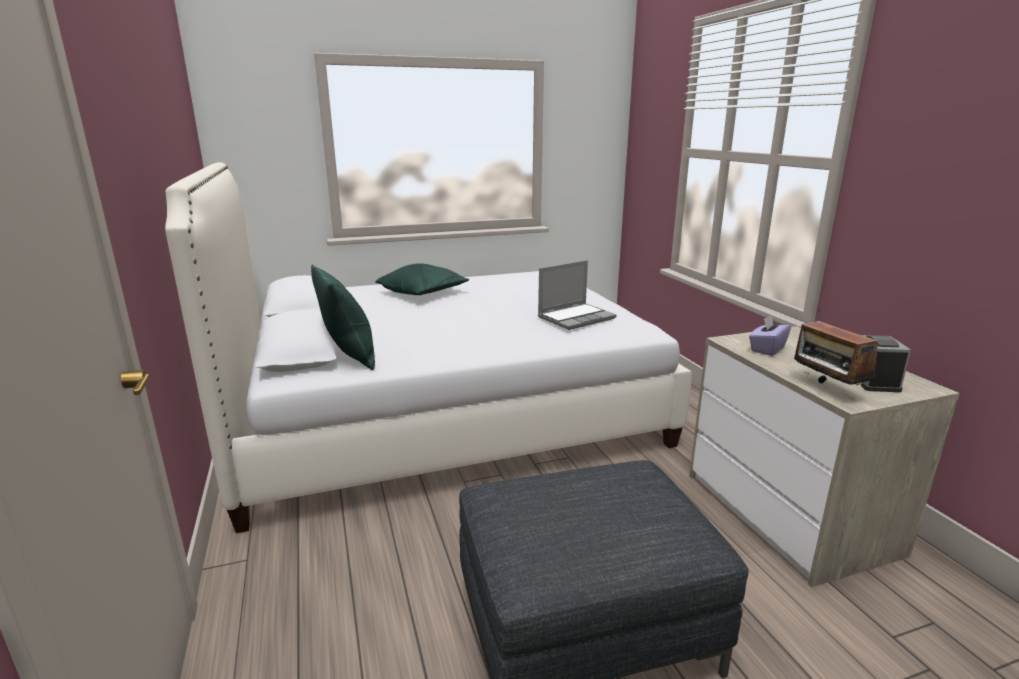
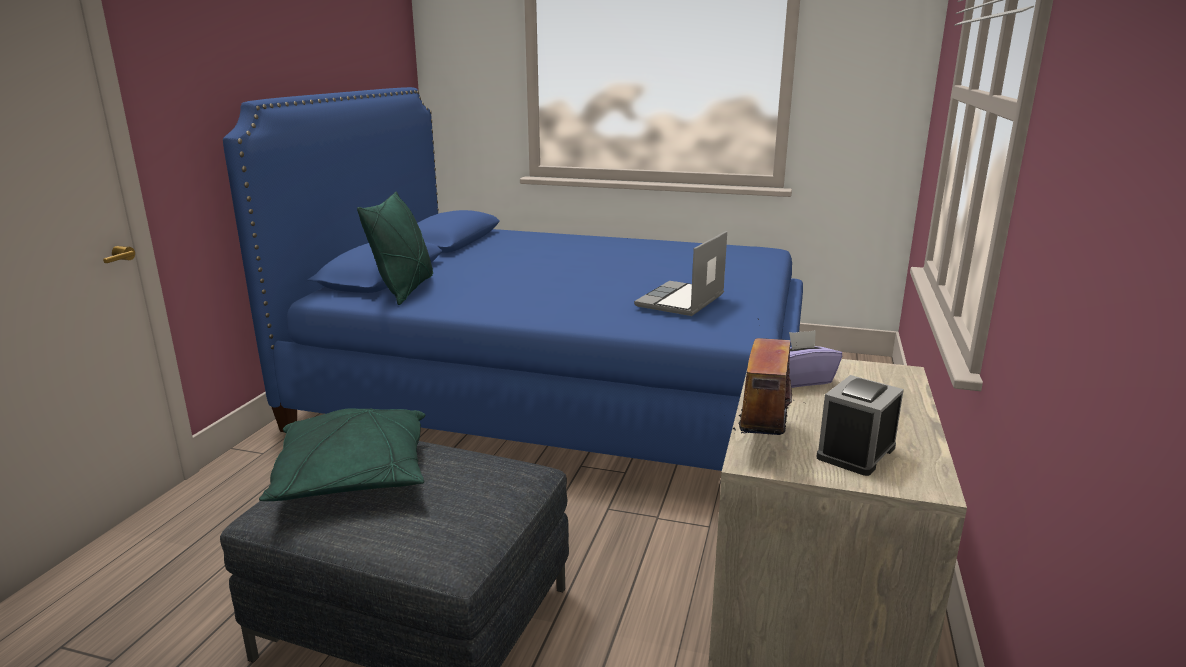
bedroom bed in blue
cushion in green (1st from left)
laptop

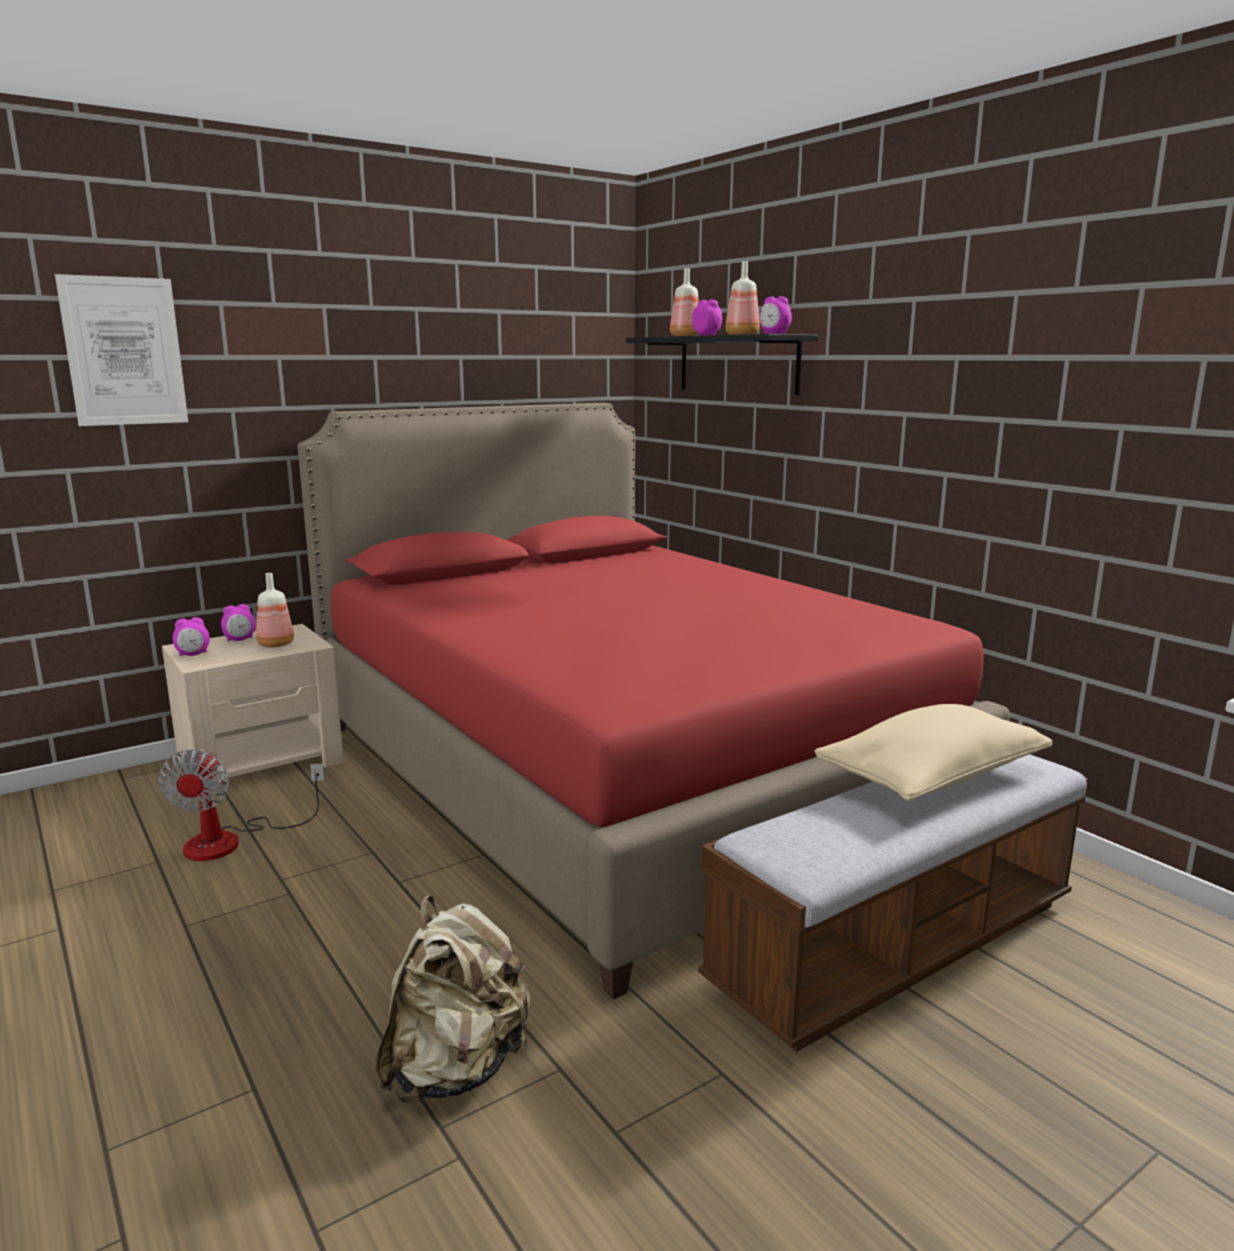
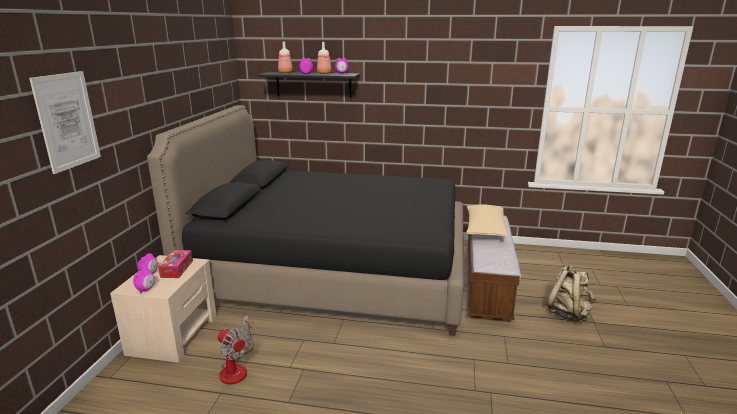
bedroom bed in black-coloured
box of tissues
backpack in sand-coloured

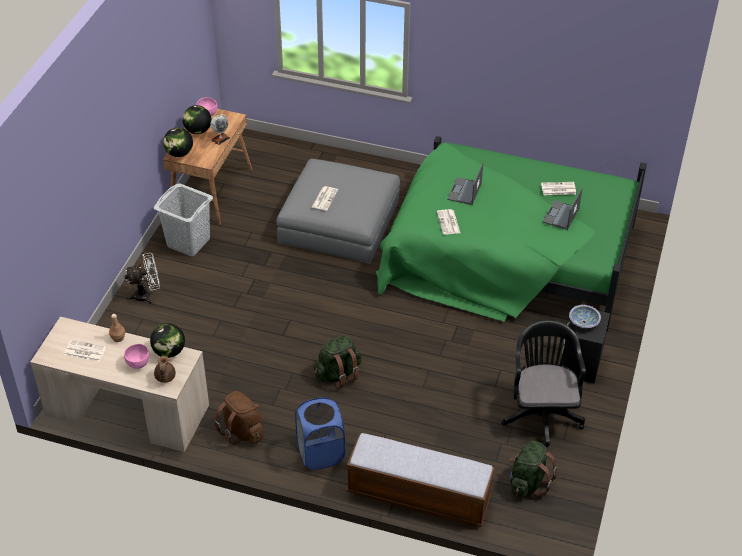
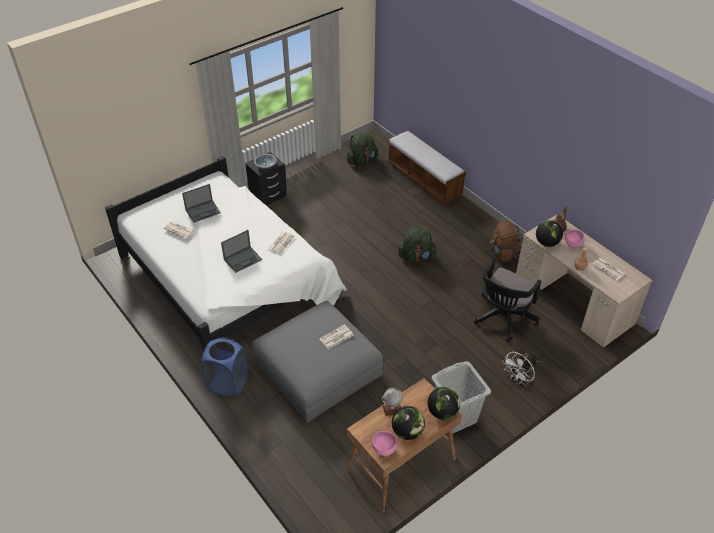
bedroom bed in white
hamper in blue
office chair in black-coloured
electric fan in white

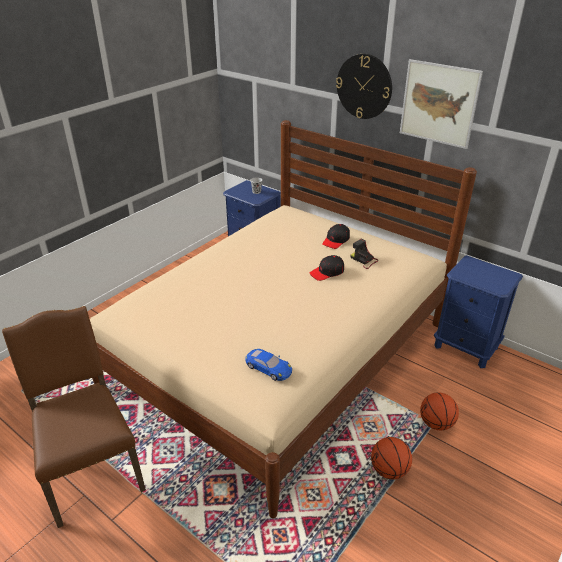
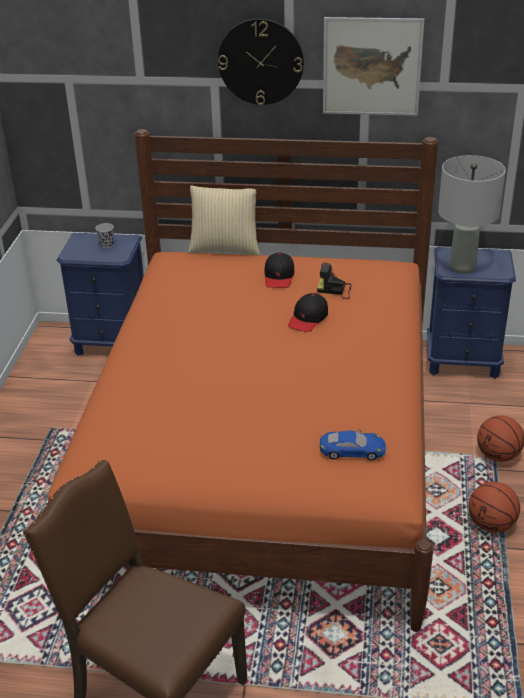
bedroom bed in orange
cushion
lamp for a table in grey

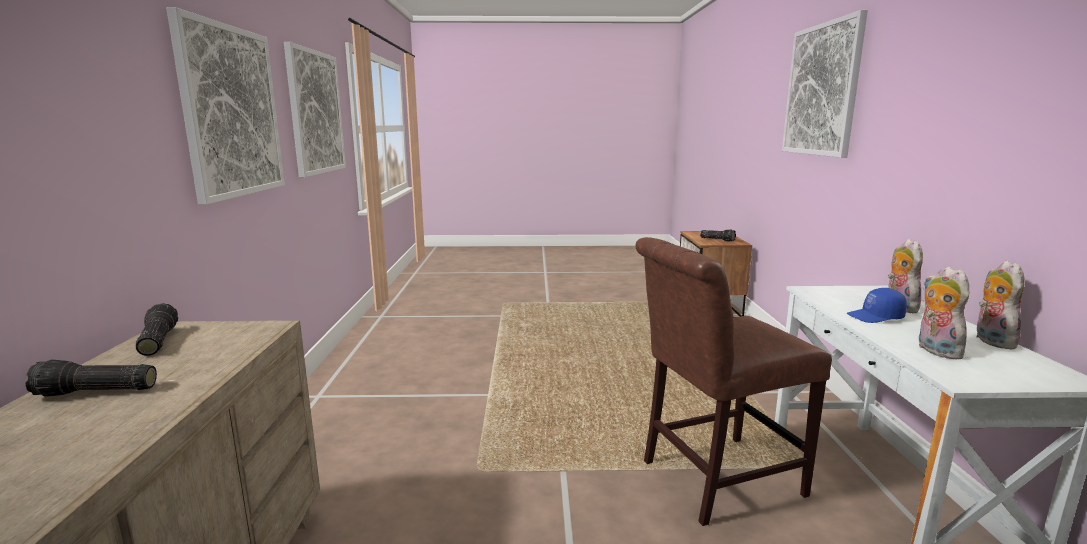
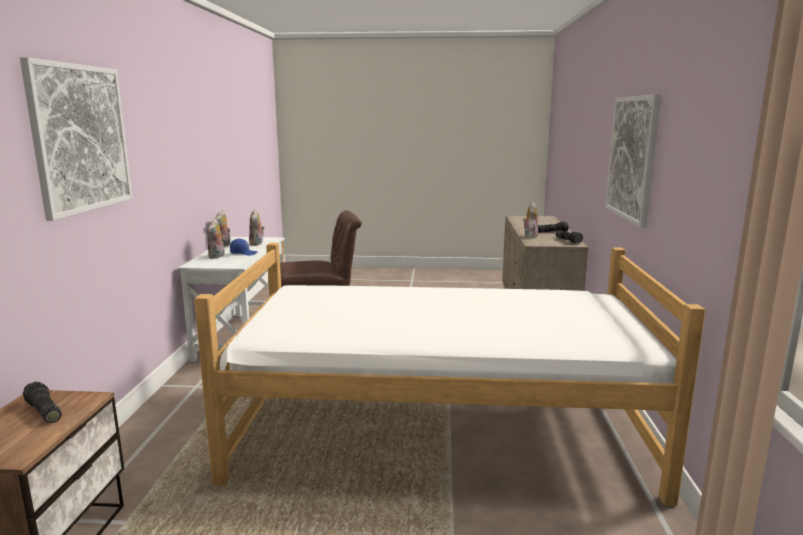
bedroom bed
cuddly toy (4th from left)
wall art (2nd from left in the first image)

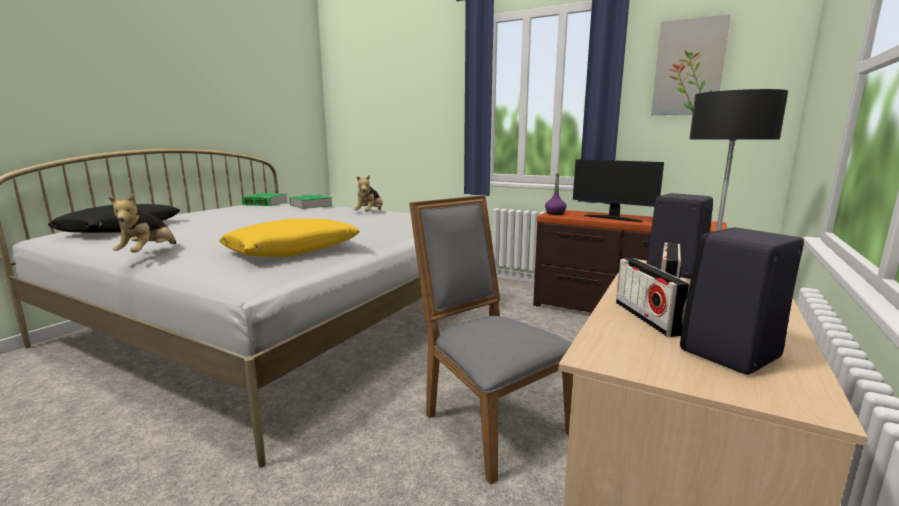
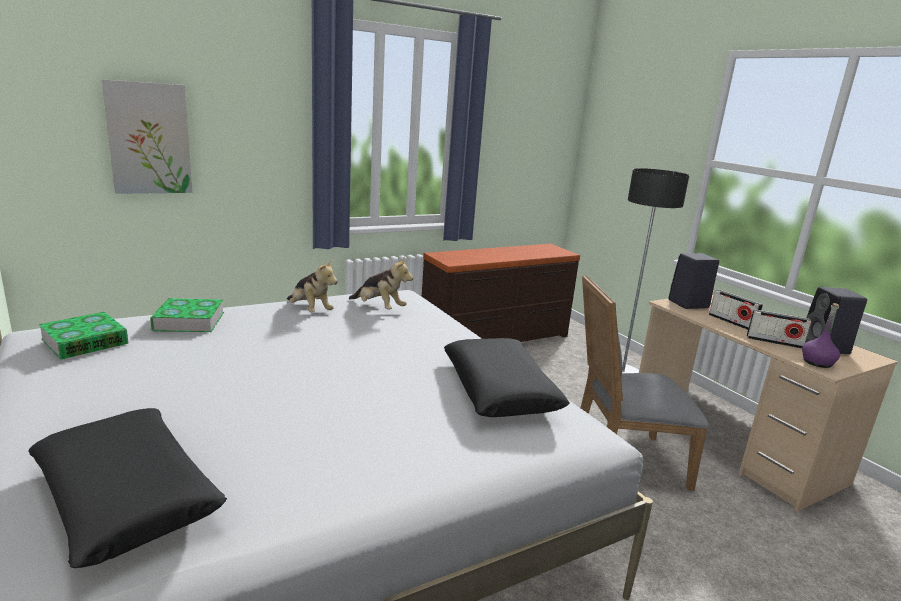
wall art
cuddly toy (2nd from left)
cushion in black-coloured (2nd from left)
drink bottle in purple-coloured
monitor

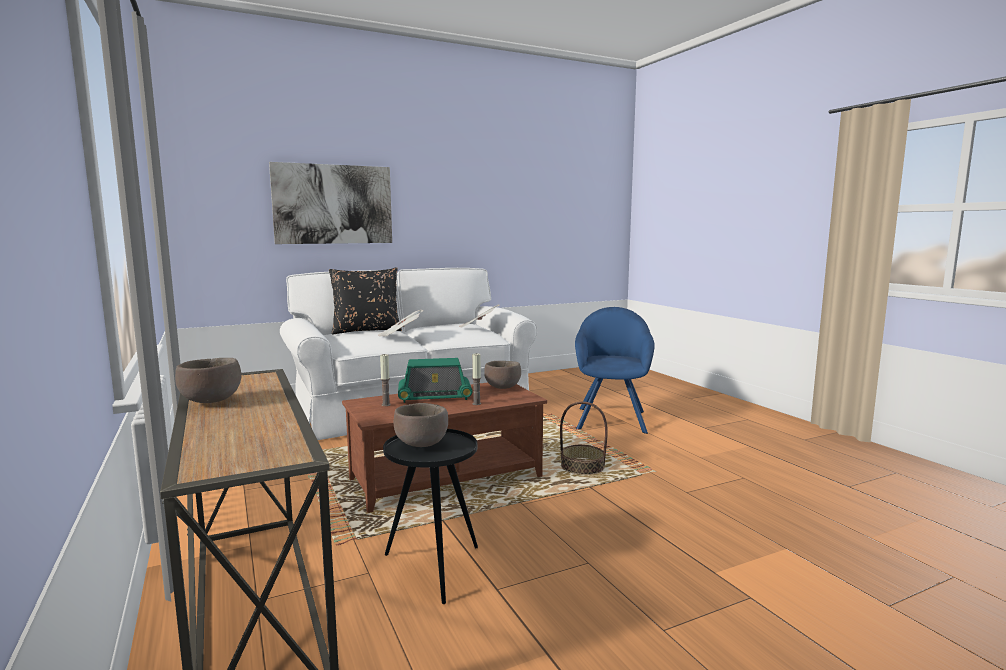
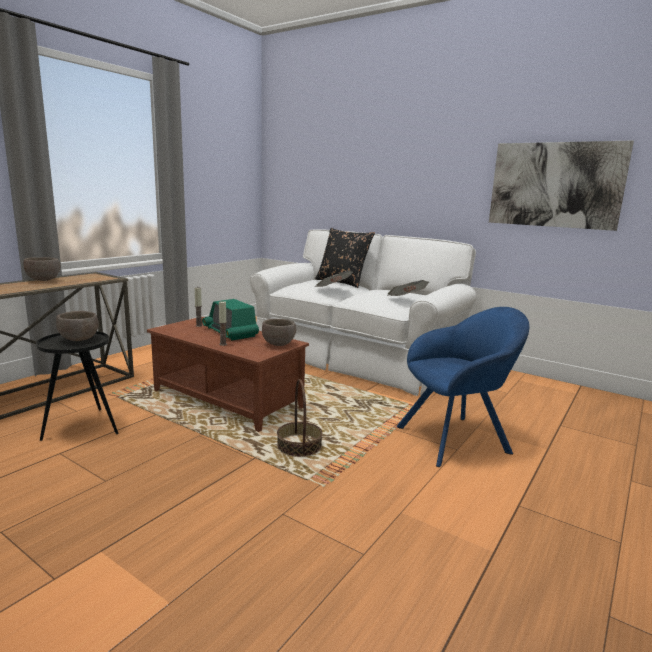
wall art

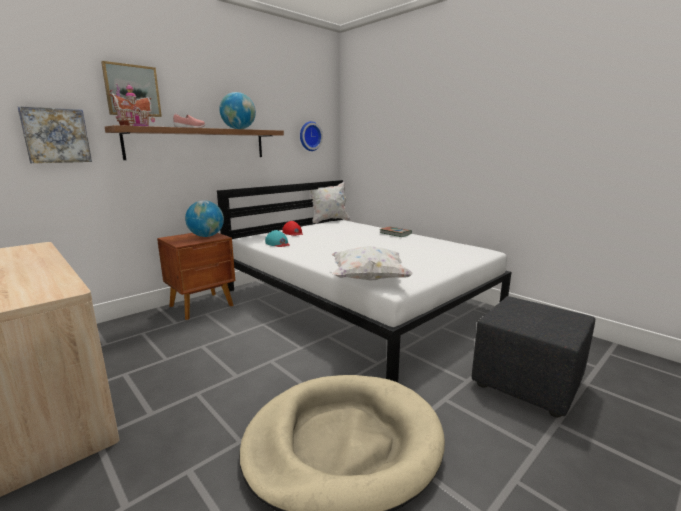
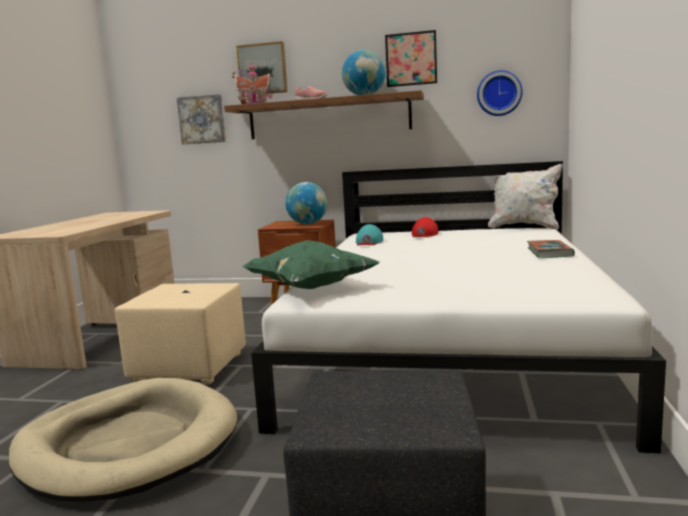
ottoman in sand-coloured
cushion in green
wall art (3rd from left)

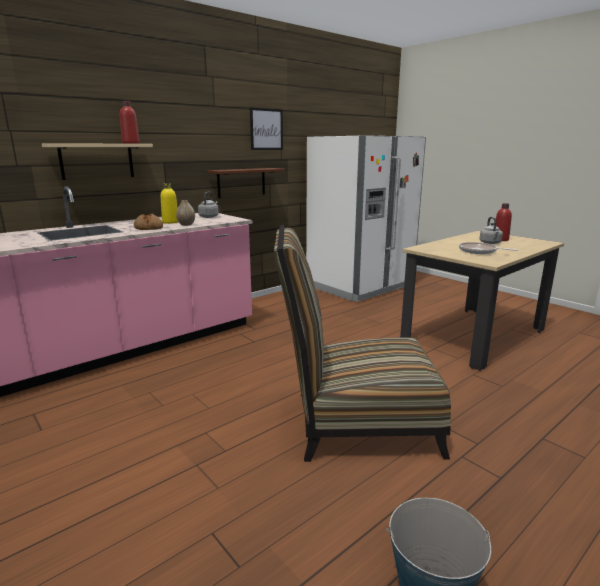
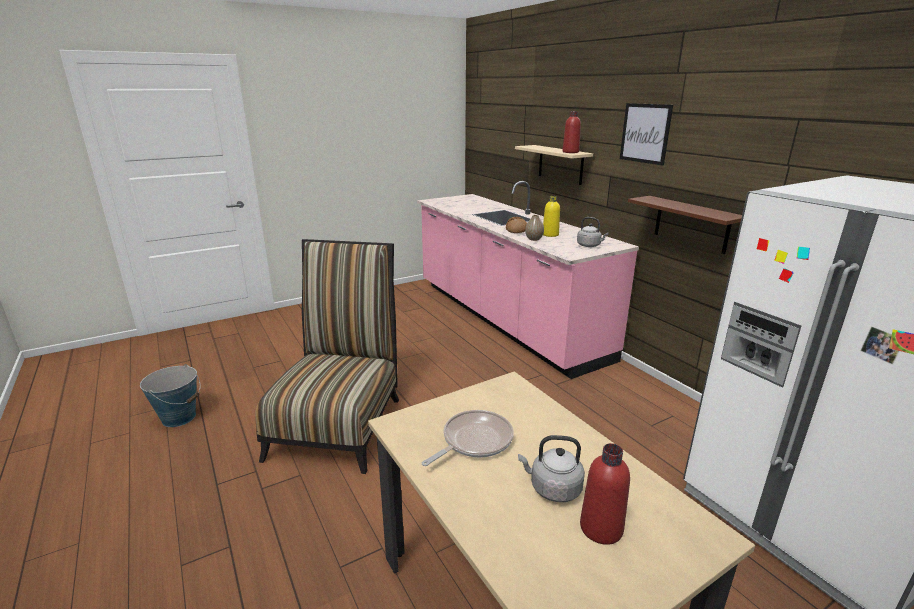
wall art

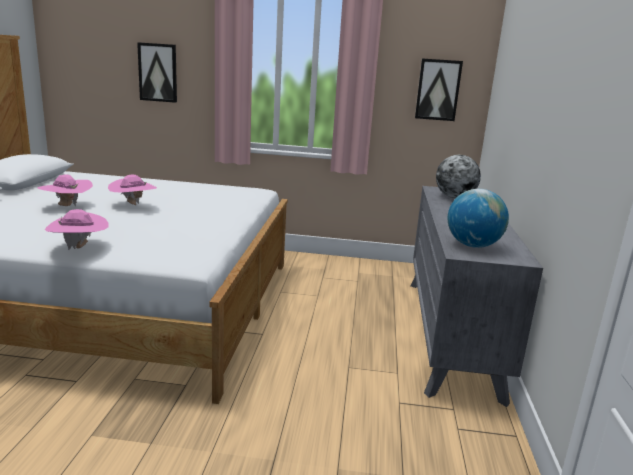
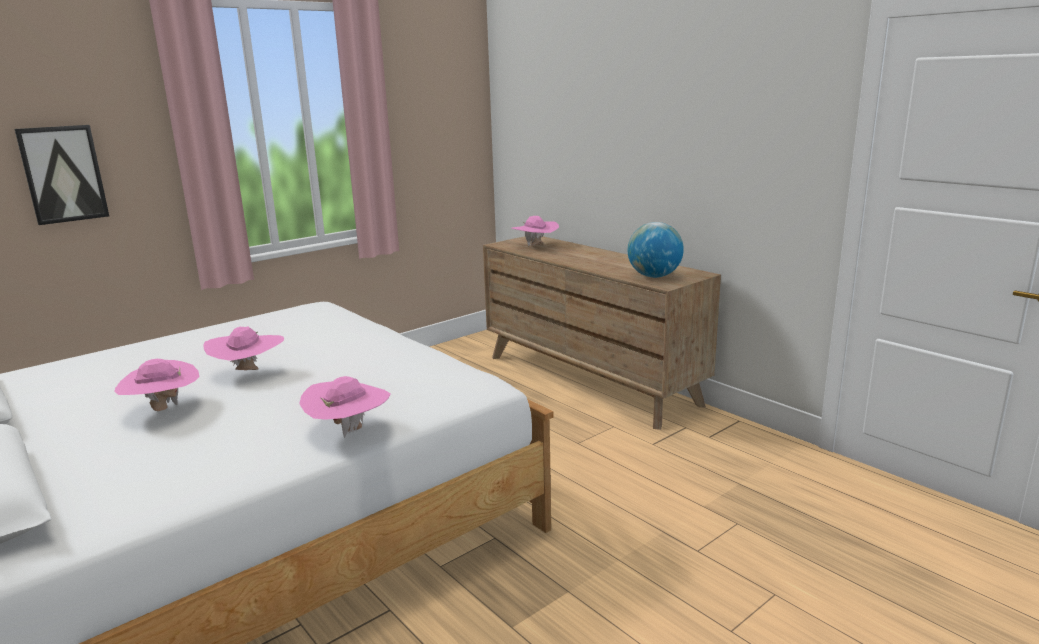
chest of drawers in brown
hat in pinkish (4th from left)
wall art (2nd from left in the first image)

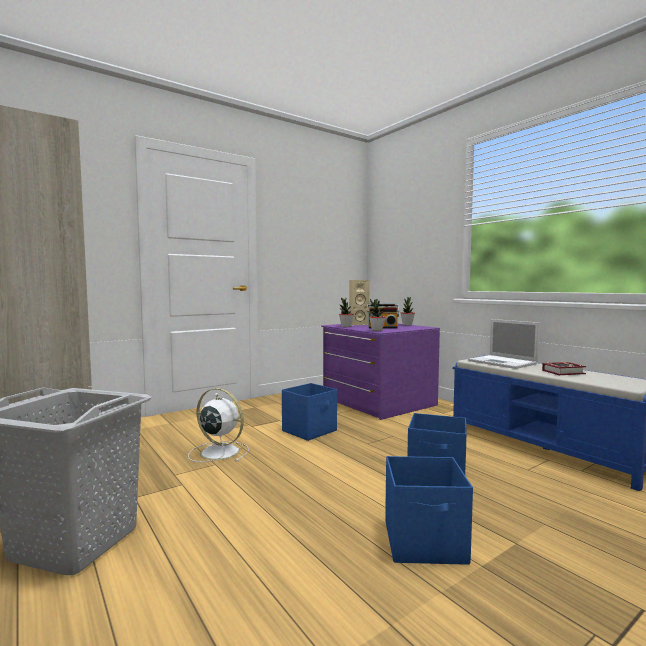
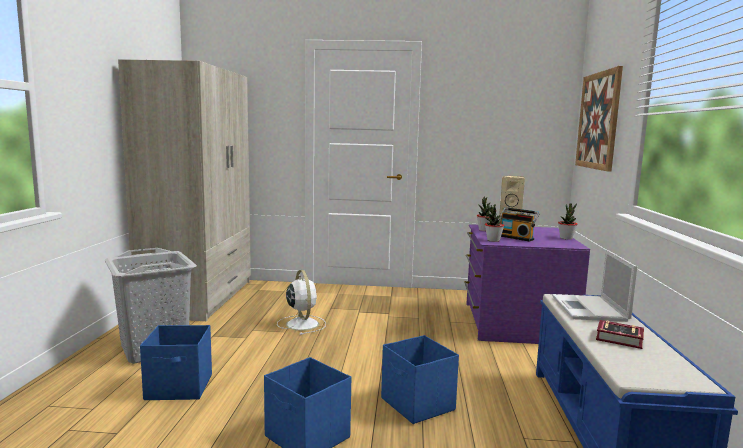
storage bin in blue (1st from left)
wall art

